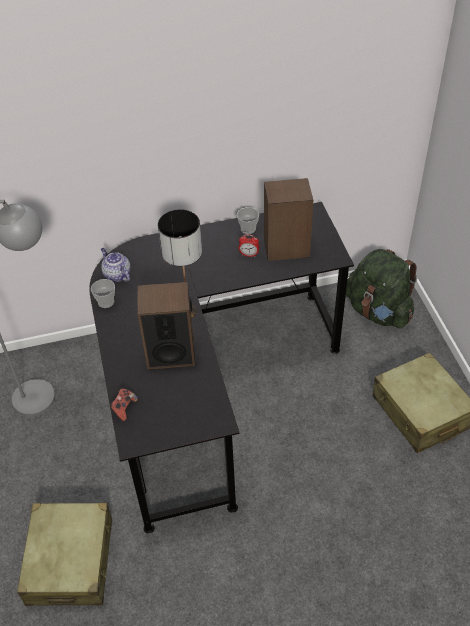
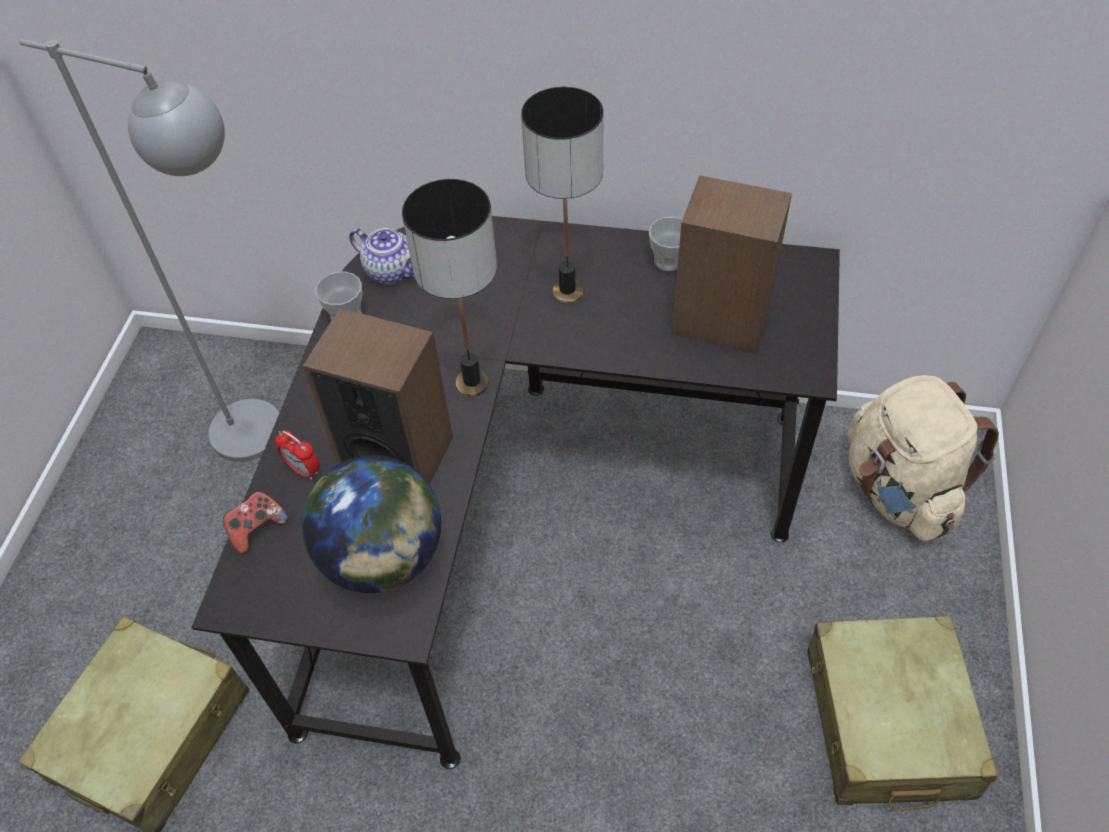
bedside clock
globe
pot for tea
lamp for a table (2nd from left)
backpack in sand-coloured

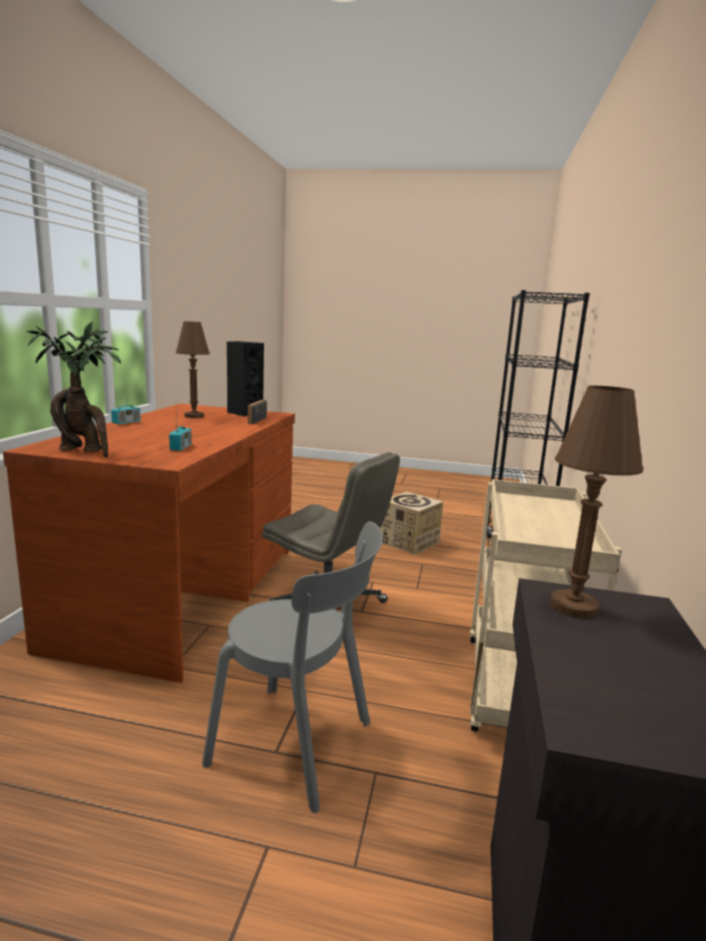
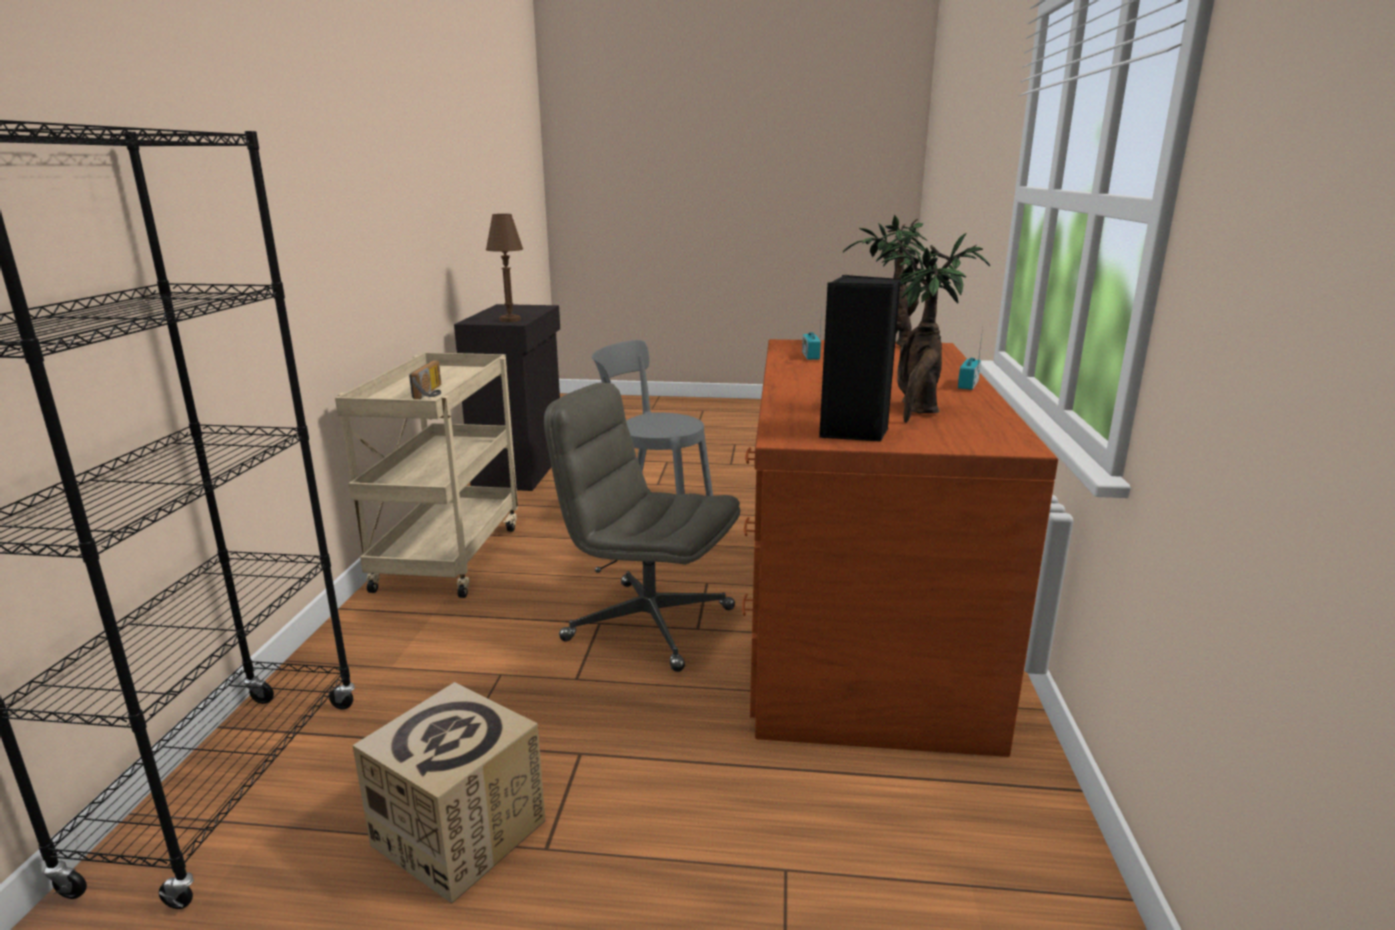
radio receiver (1st from left)
plant in a pot (2nd from left)

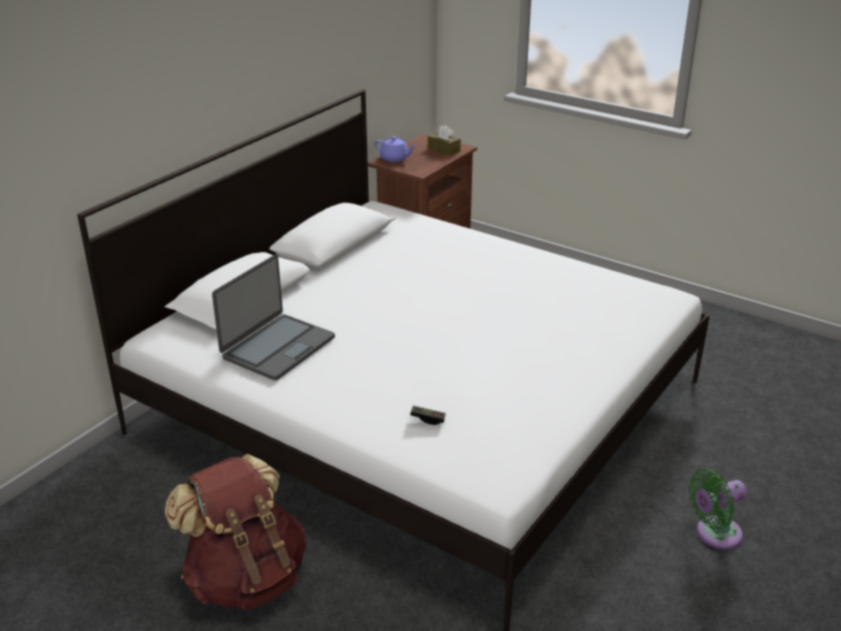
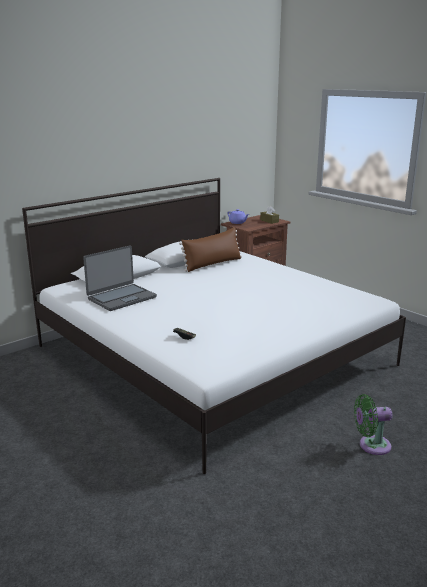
cushion in brown
backpack in brown

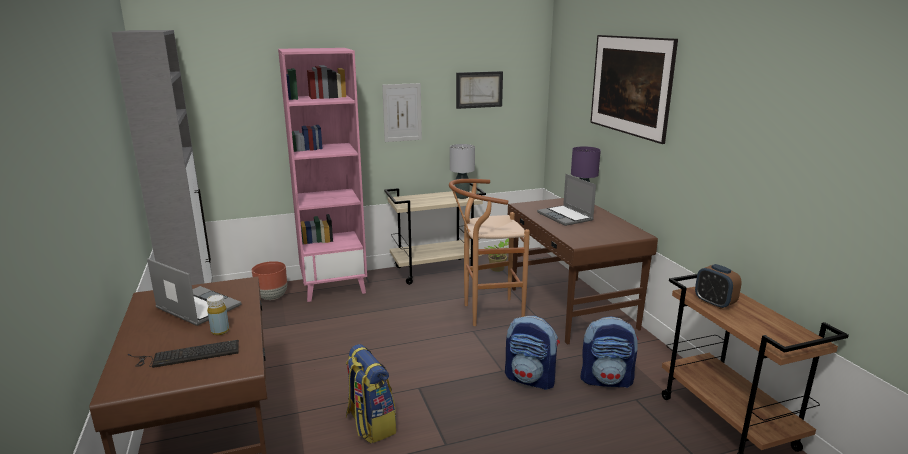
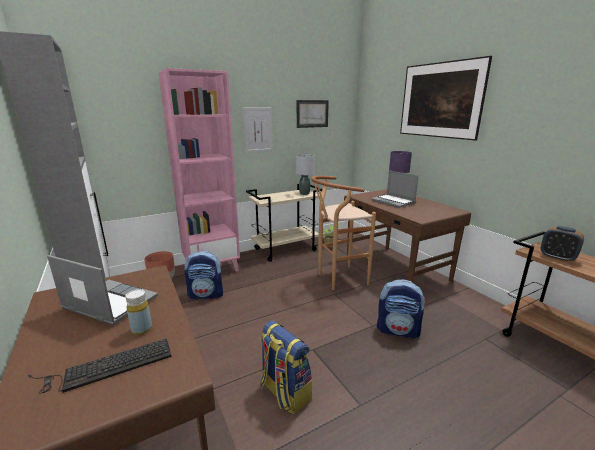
backpack (1st from left)

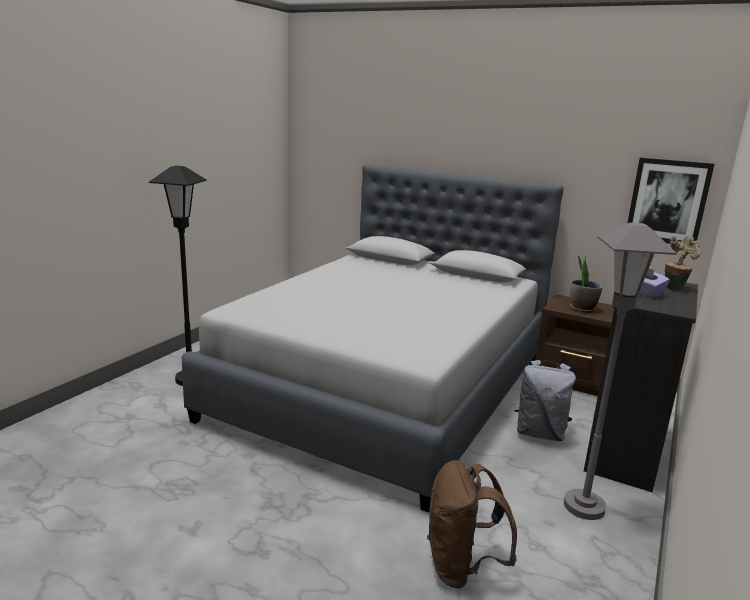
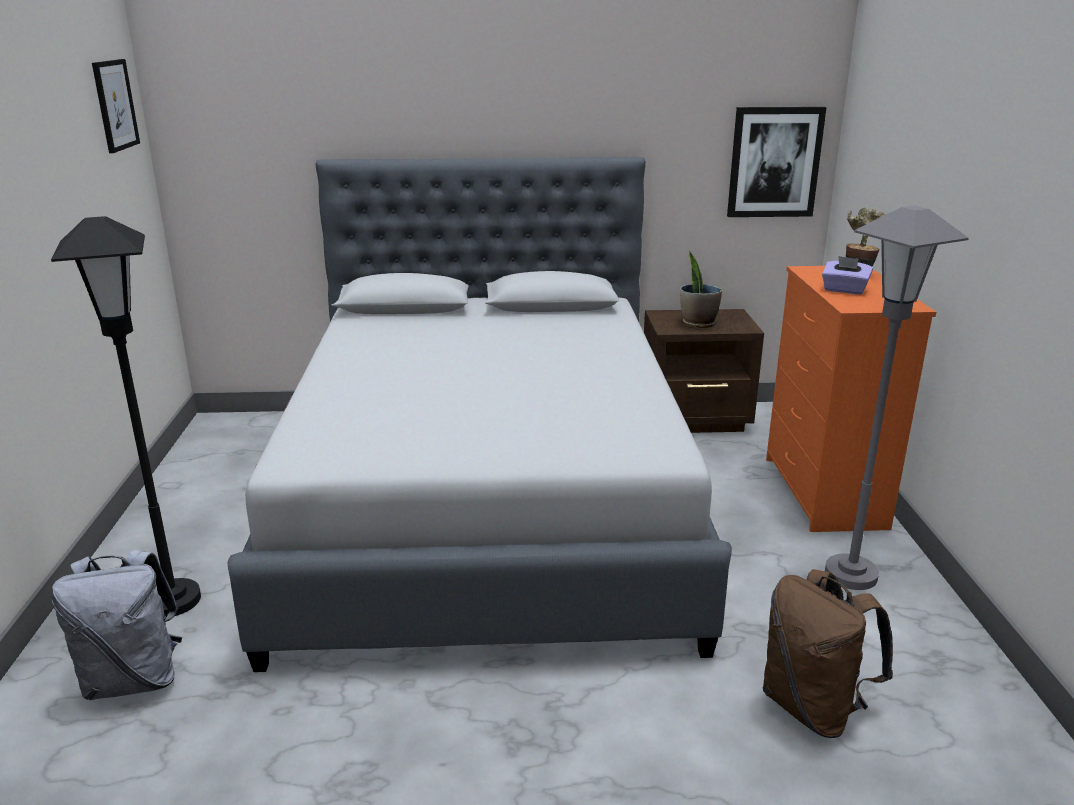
backpack in grey
wall art (1st from left)
chest of drawers in orange

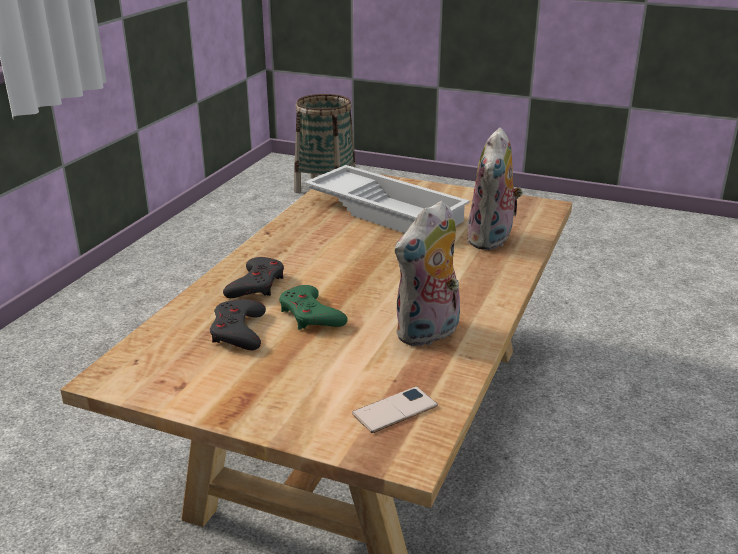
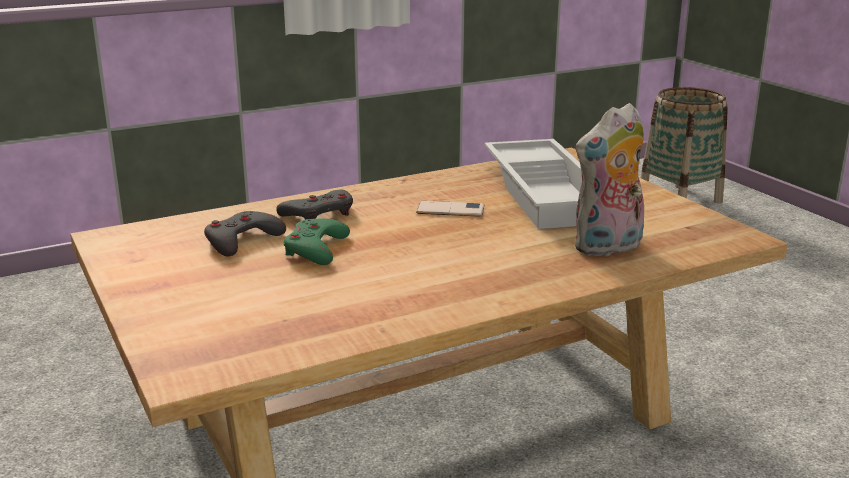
telephone
cuddly toy (1st from left in the first image)

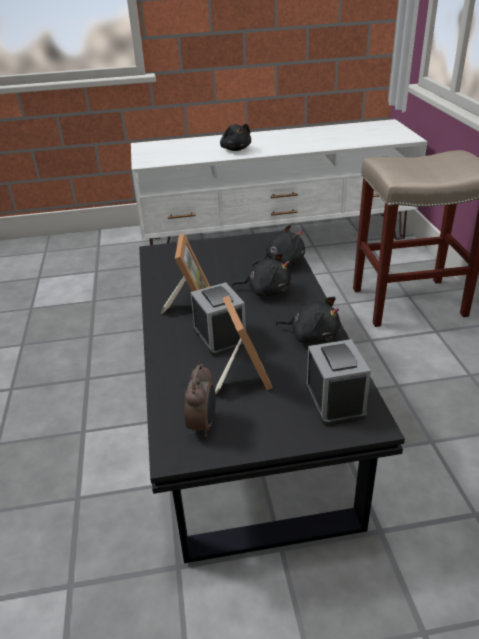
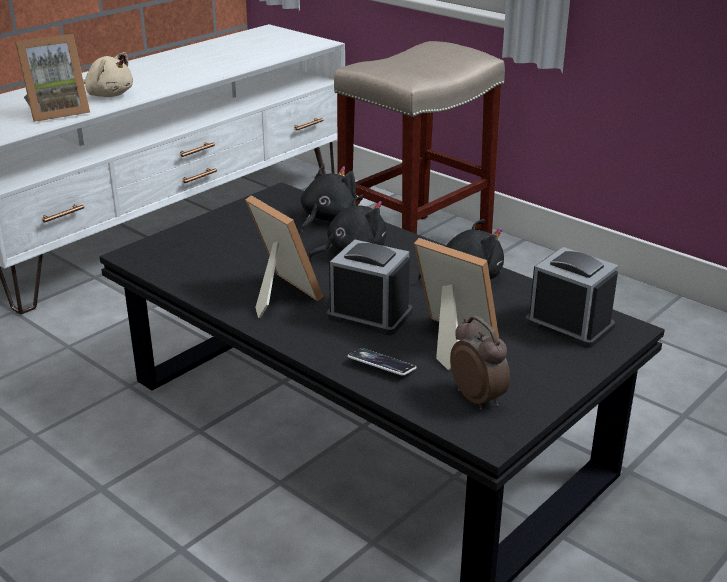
standing frame (1st from left)
cuddly toy in sand-coloured
telephone

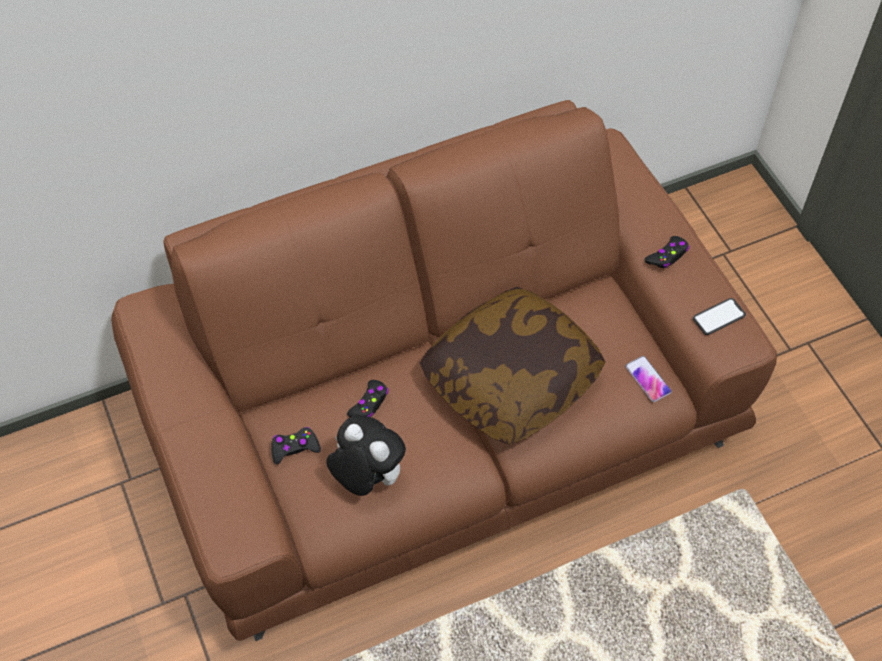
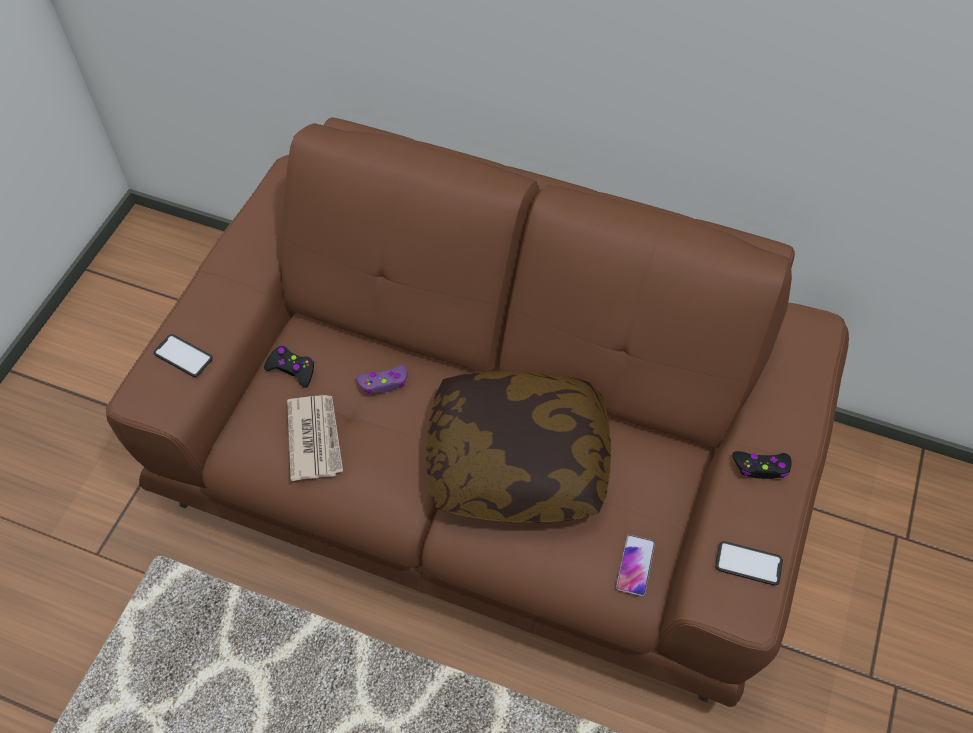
telephone (1st from left)
printed paper
joypad in purple-coloured

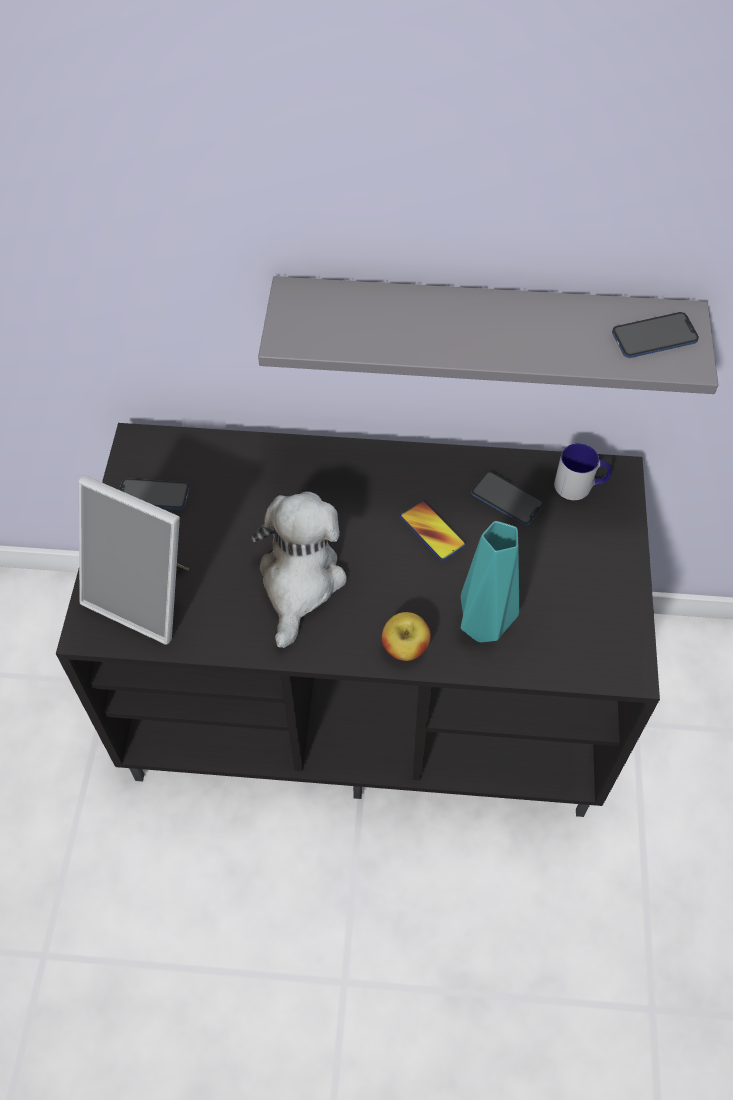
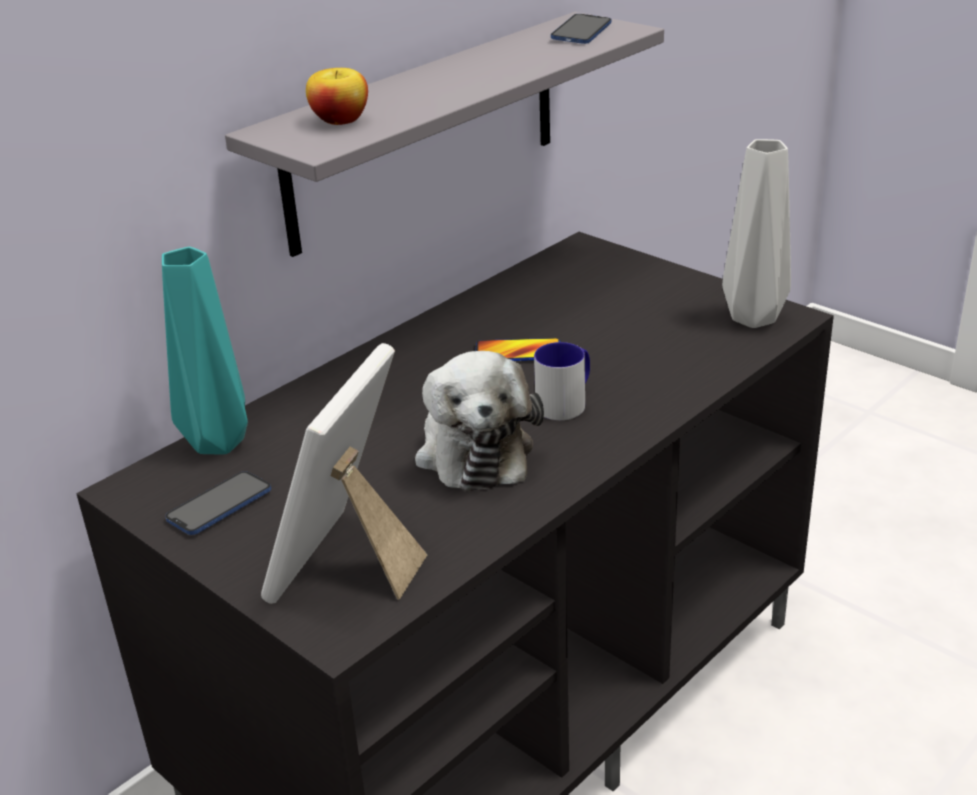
vase in turquoise
standing frame
apple fruit
cuddly toy
tea mug
vase in grey
telephone (3rd from left in the first image)

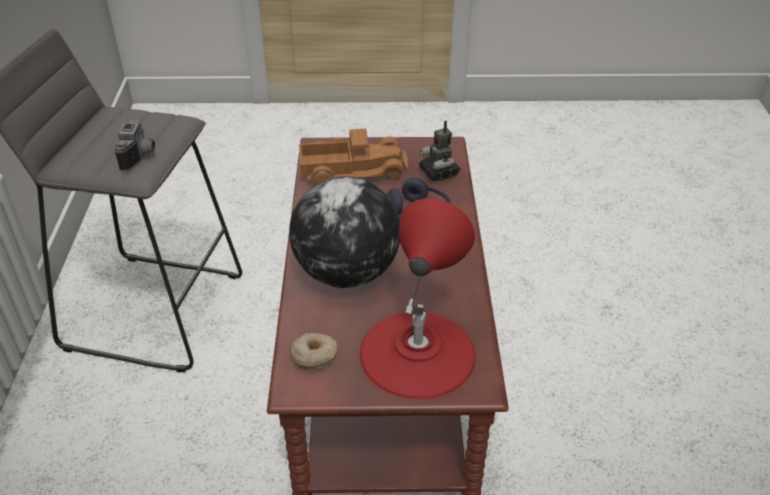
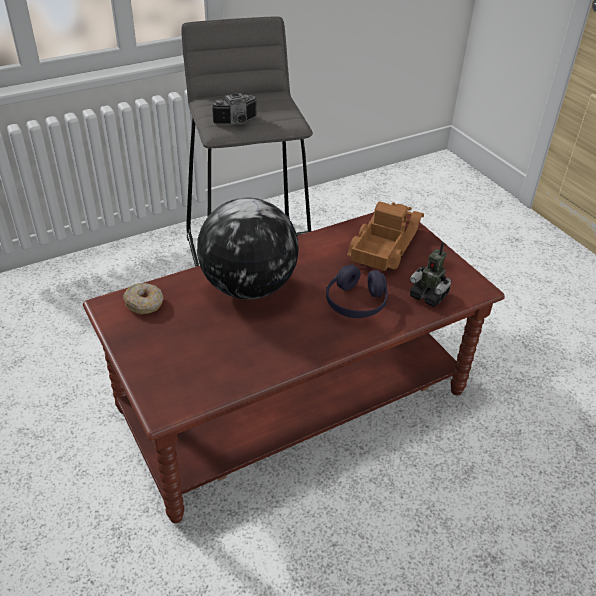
toy truck
robot figure
lamp for a table in red

